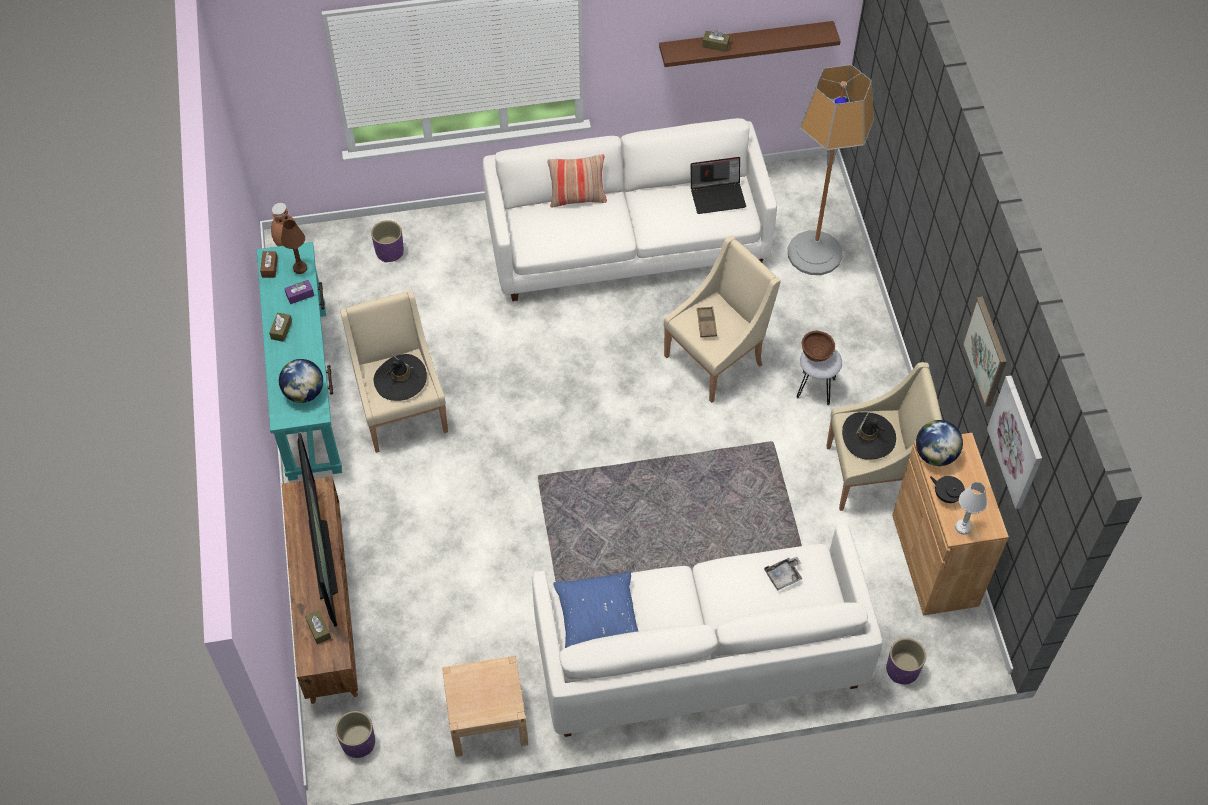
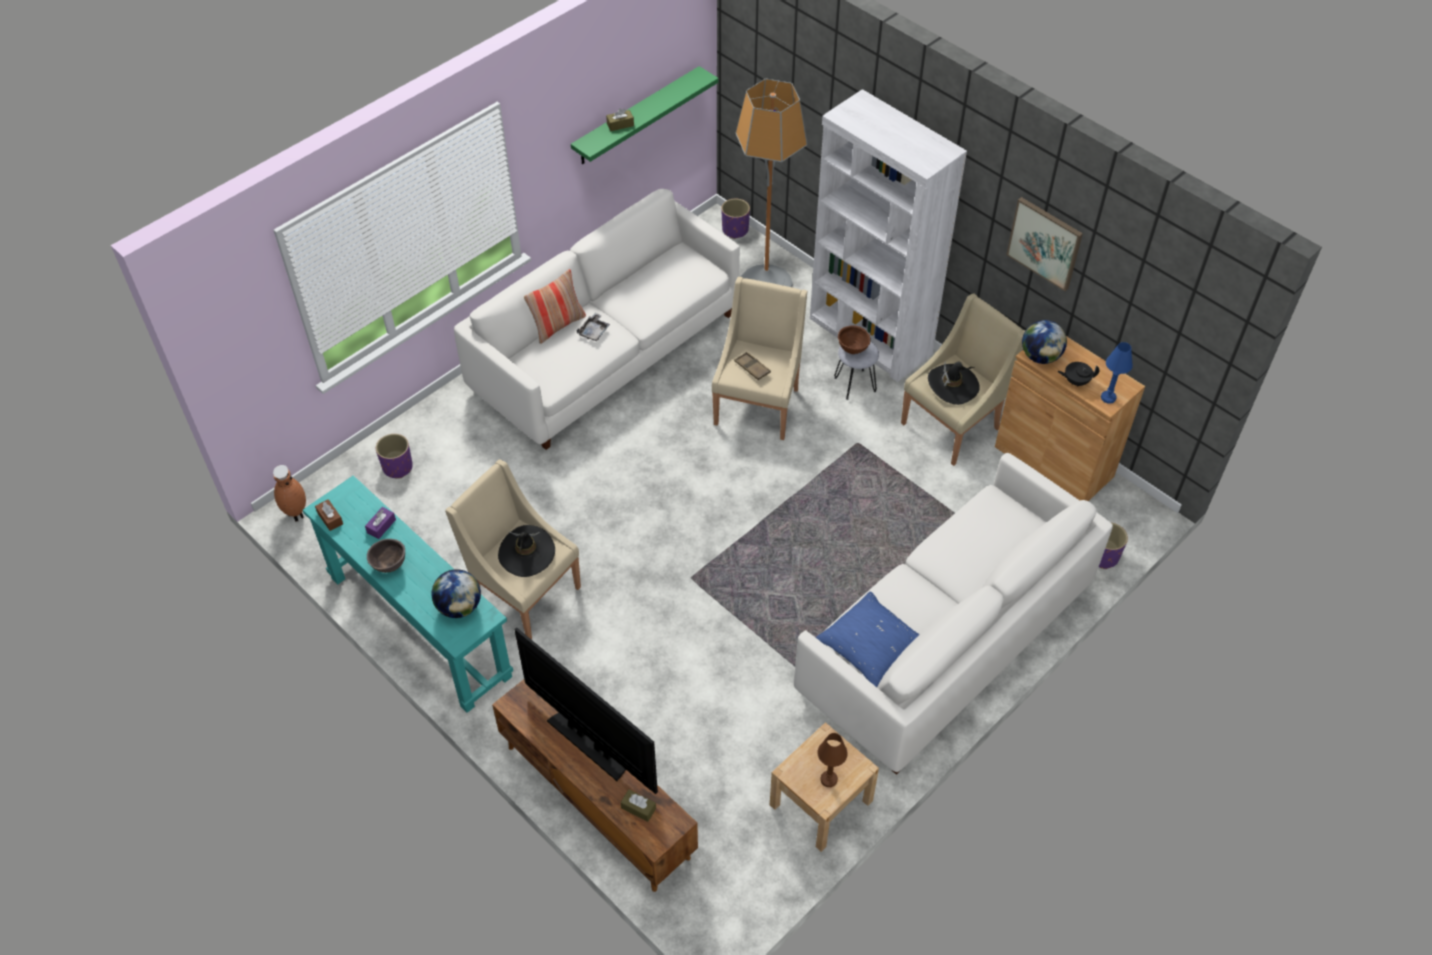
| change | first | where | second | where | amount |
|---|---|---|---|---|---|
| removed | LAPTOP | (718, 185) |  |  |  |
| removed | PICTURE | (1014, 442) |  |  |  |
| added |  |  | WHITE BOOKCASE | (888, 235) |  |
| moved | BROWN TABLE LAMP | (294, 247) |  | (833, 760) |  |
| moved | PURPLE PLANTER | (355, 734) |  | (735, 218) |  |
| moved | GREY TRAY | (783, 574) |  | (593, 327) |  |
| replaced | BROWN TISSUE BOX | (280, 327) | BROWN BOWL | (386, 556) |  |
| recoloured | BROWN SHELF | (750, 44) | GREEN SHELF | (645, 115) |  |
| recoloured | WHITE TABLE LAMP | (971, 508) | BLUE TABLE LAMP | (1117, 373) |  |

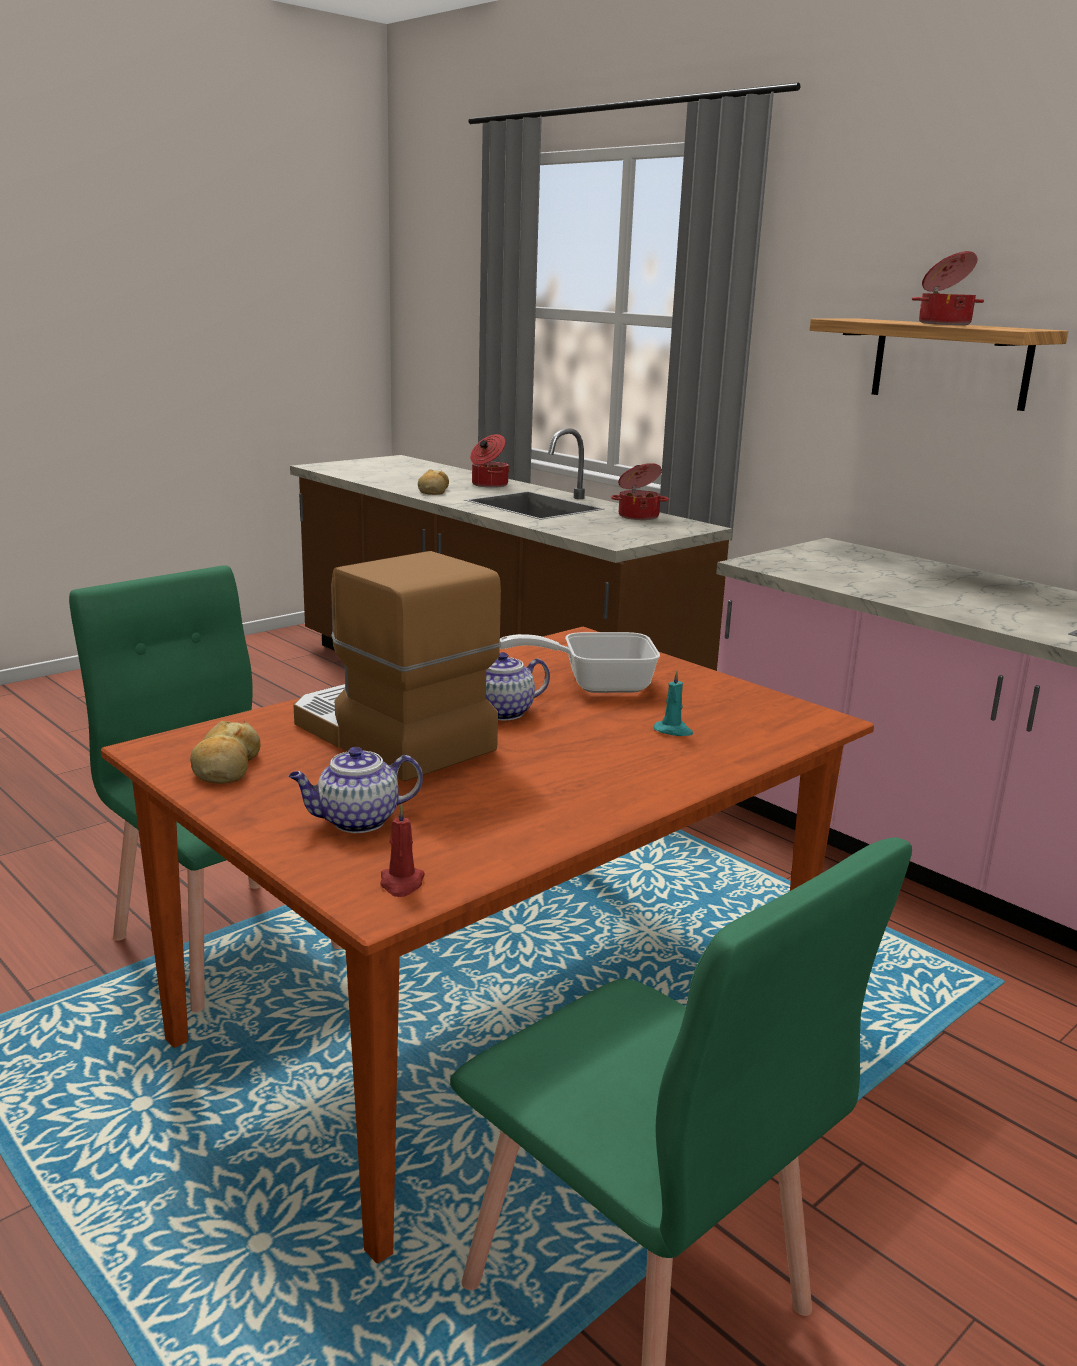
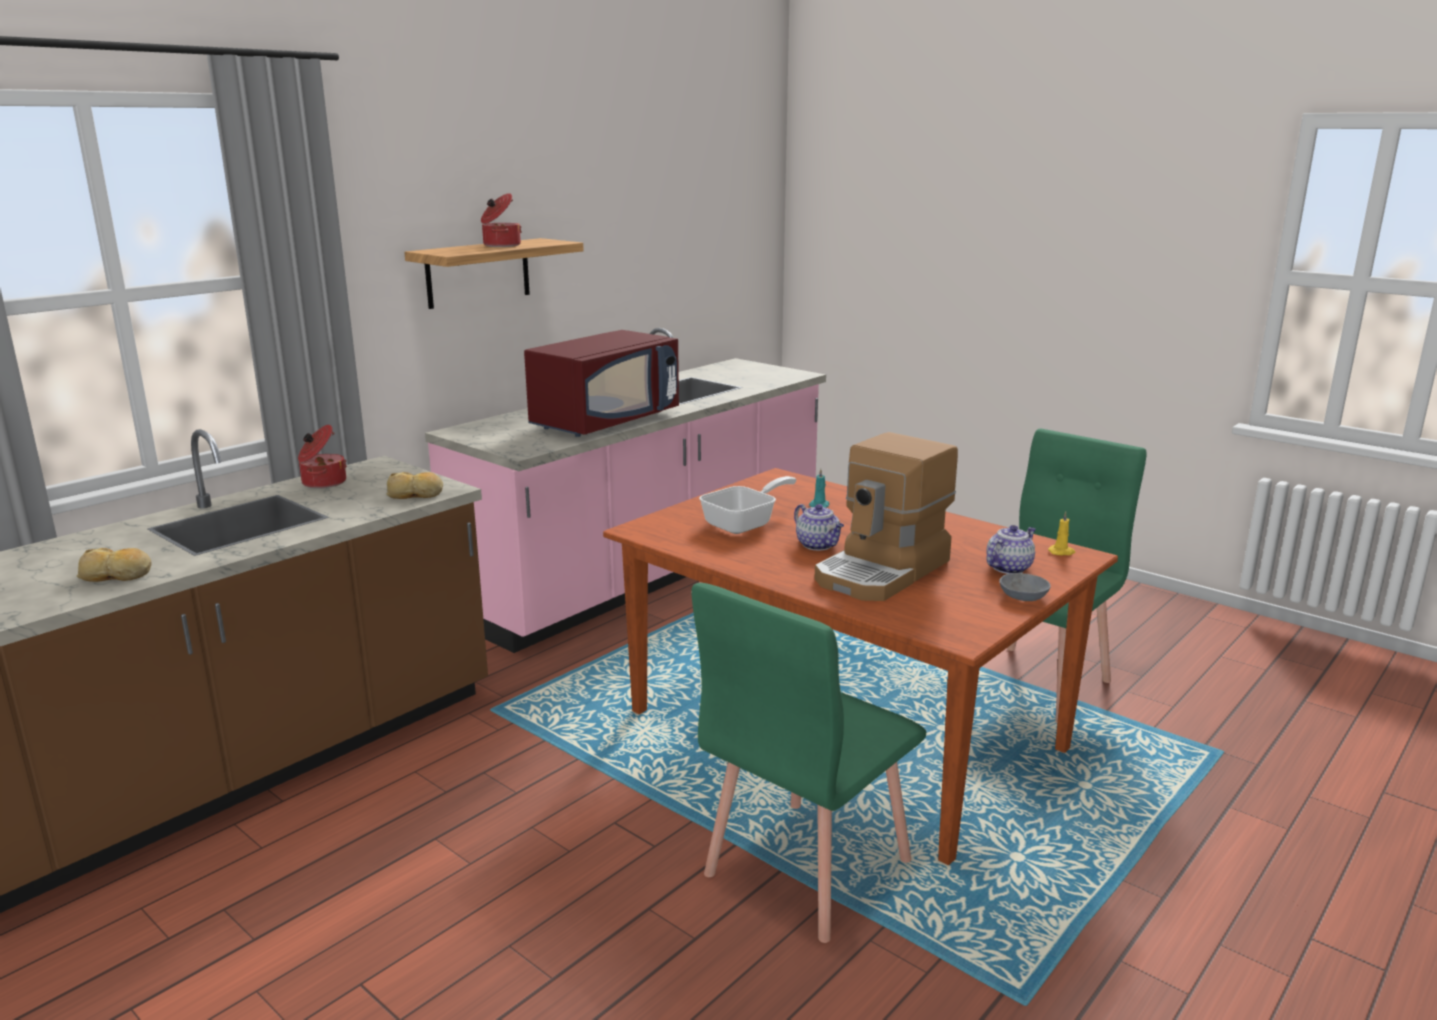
| change | first | where | second | where | amount |
|---|---|---|---|---|---|
| removed | COOKING POT | (489, 461) |  |  |  |
| added |  |  | RED MICROWAVE | (601, 383) |  |
| added |  |  | GREY BOWL | (1025, 587) |  |
| moved | BREAD | (225, 752) |  | (415, 485) |  |
| recoloured | RED CANDLE | (402, 850) | YELLOW CANDLE | (1062, 533) |  |
| turned | TEAPOT | (355, 790) |  | (1011, 549) | 105 degrees counterclockwise |
| turned | FRYING PAN | (580, 662) |  | (748, 505) | 120 degrees counterclockwise |

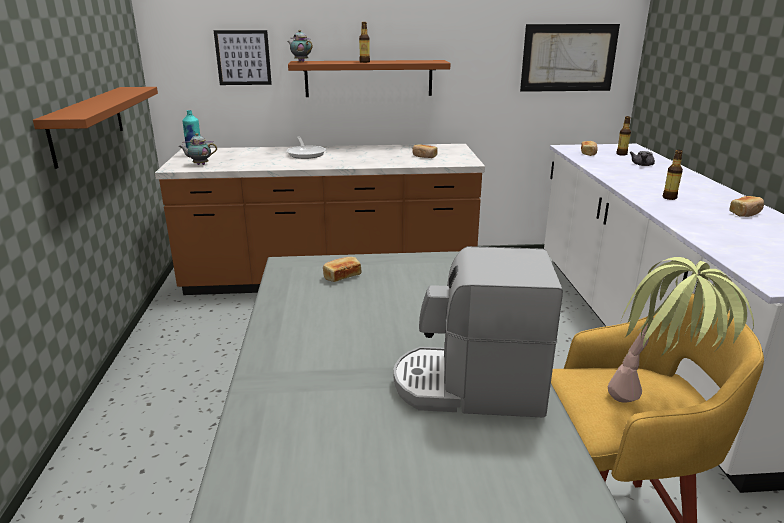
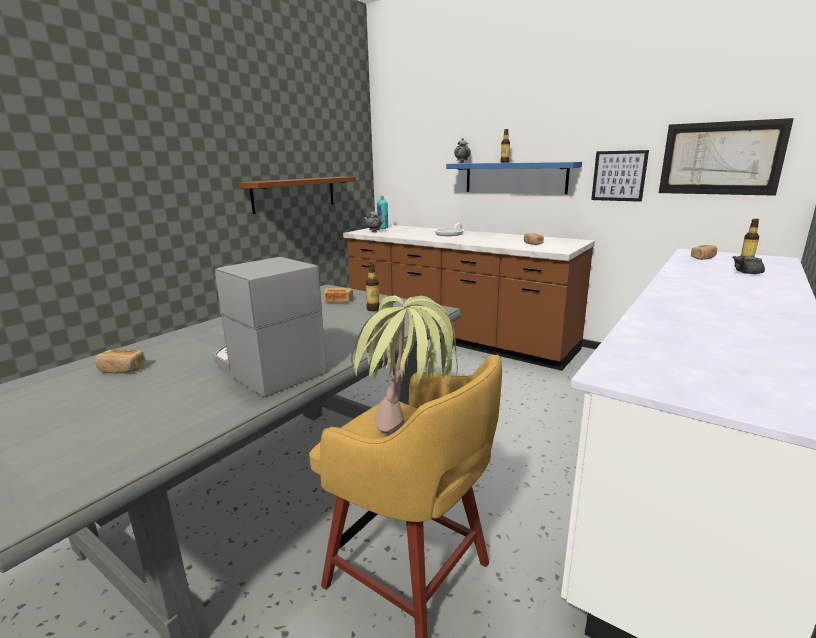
| change | first | where | second | where | amount |
|---|---|---|---|---|---|
| moved | PICTURE | (243, 57) |  | (620, 176) |  |
| moved | BOTTLE | (673, 175) |  | (373, 287) |  |
| moved | BREAD | (746, 206) |  | (120, 361) |  |
| recoloured | BROWN SHELF | (369, 78) | BLUE SHELF | (514, 178) |  |

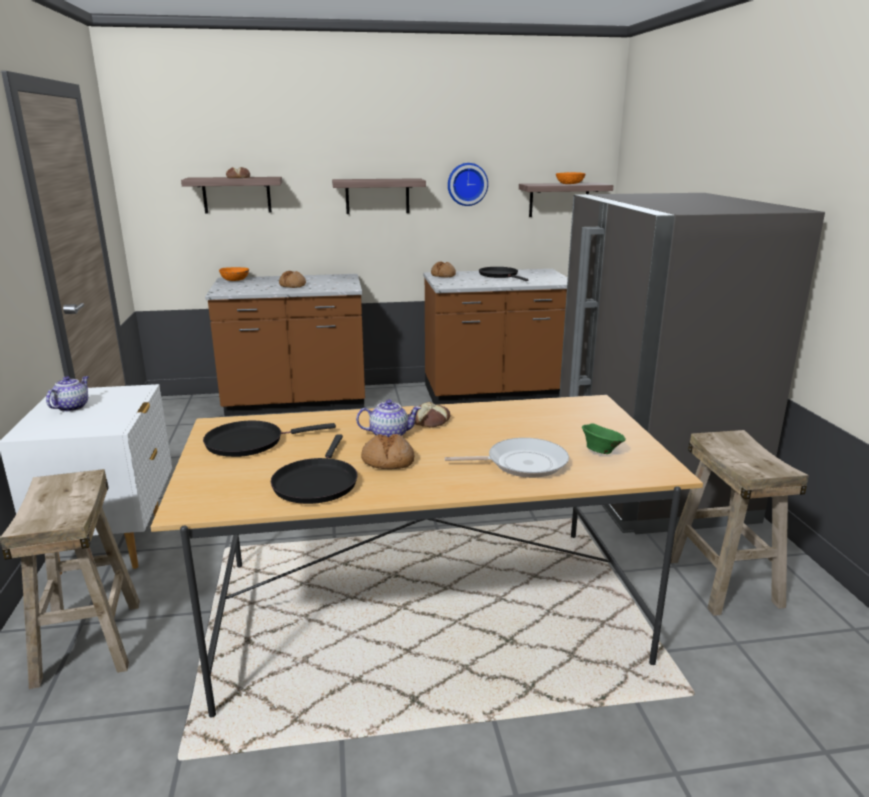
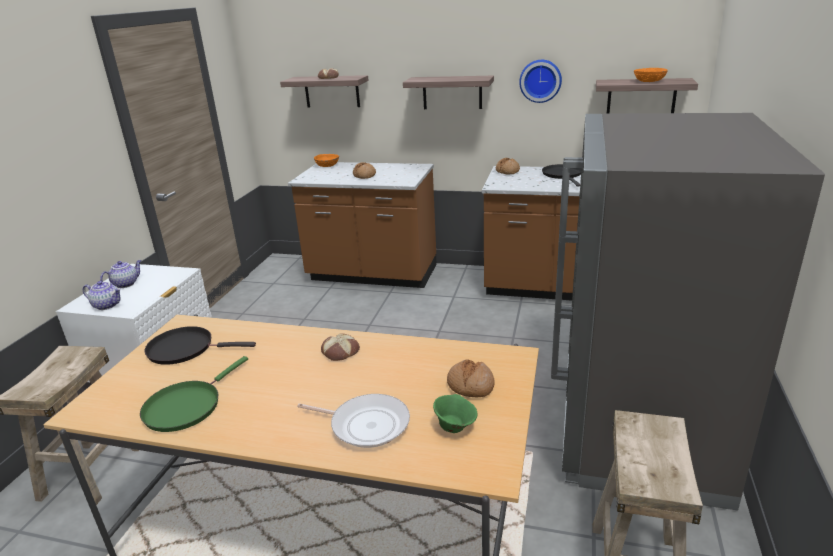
| change | first | where | second | where | amount |
|---|---|---|---|---|---|
| moved | TEAPOT | (388, 418) |  | (102, 295) |  |
| moved | BREAD | (388, 451) |  | (471, 378) |  |
| recoloured | BLACK FRYING PAN | (314, 469) | GREEN FRYING PAN | (194, 394) |  |

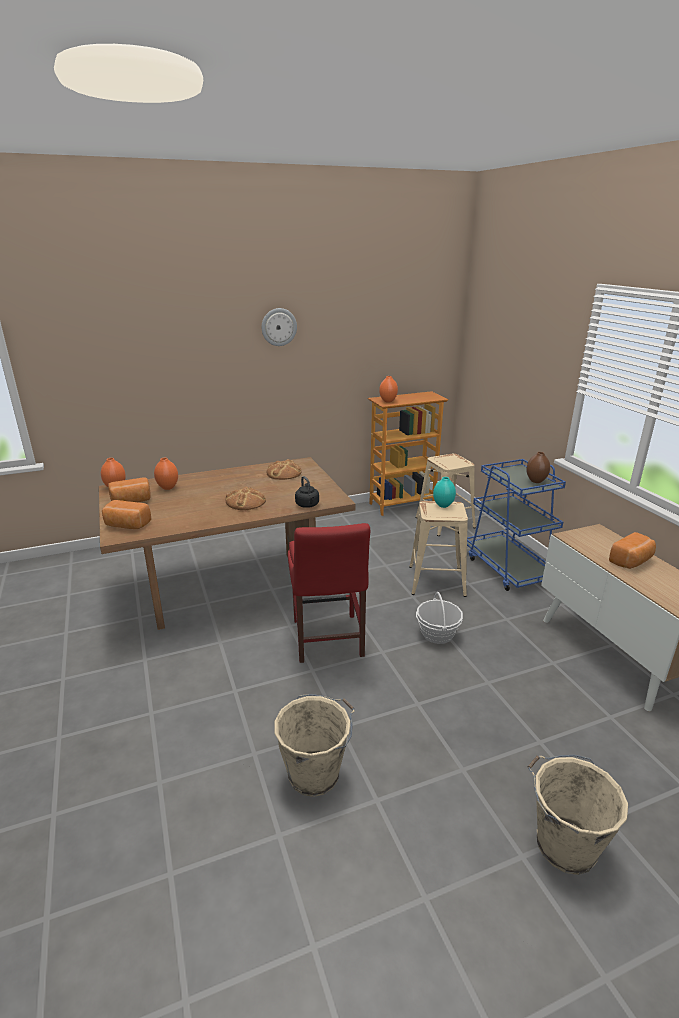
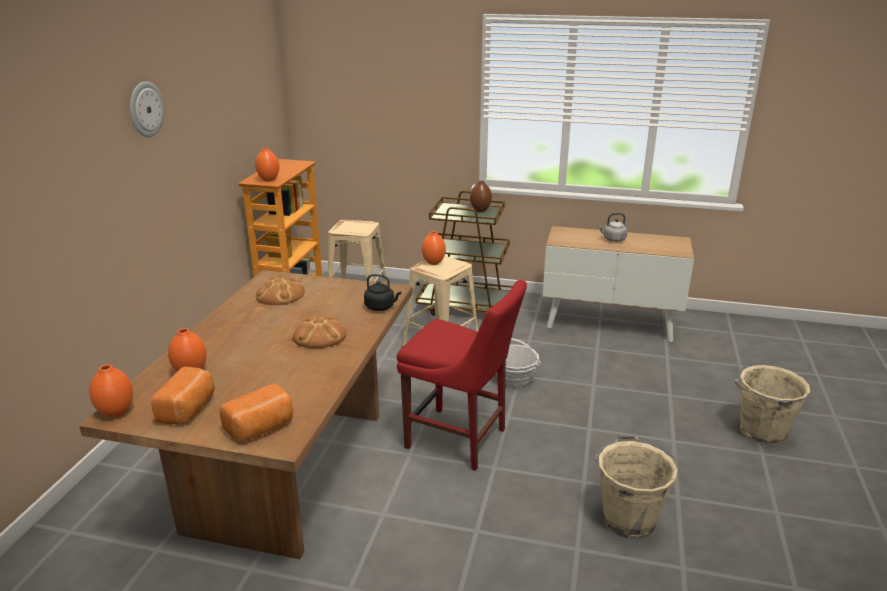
| change | first | where | second | where | amount |
|---|---|---|---|---|---|
| replaced | BREAD | (632, 550) | GREY KETTLE | (612, 227) |  |
| recoloured | TURQUOISE VASE | (444, 492) | ORANGE VASE | (434, 248) |  |
| recoloured | BLUE CART | (516, 525) | BROWN CART | (464, 253) |  |

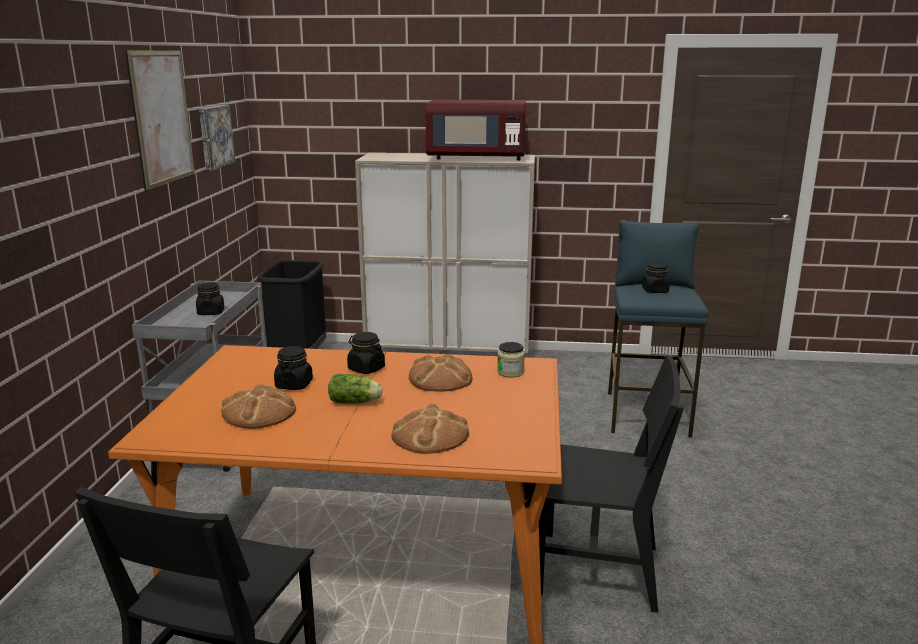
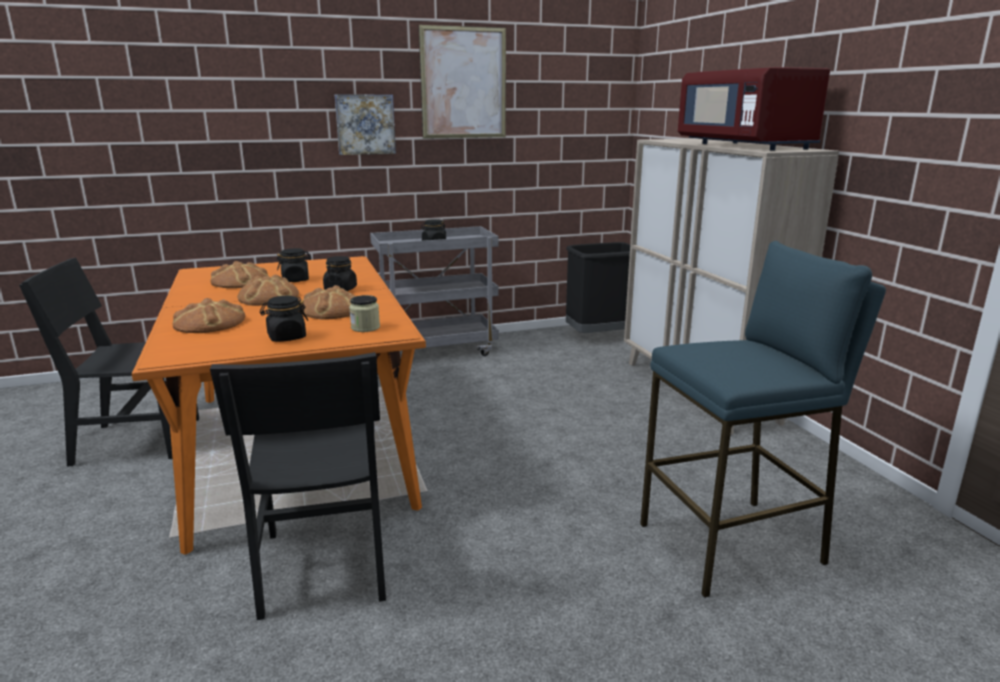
| change | first | where | second | where | amount |
|---|---|---|---|---|---|
| moved | PICTURE | (217, 137) |  | (365, 124) |  |
| moved | BLACK JAR | (656, 278) |  | (284, 319) |  |
| replaced | LETTUCE | (355, 389) | BREAD | (268, 290) |  |

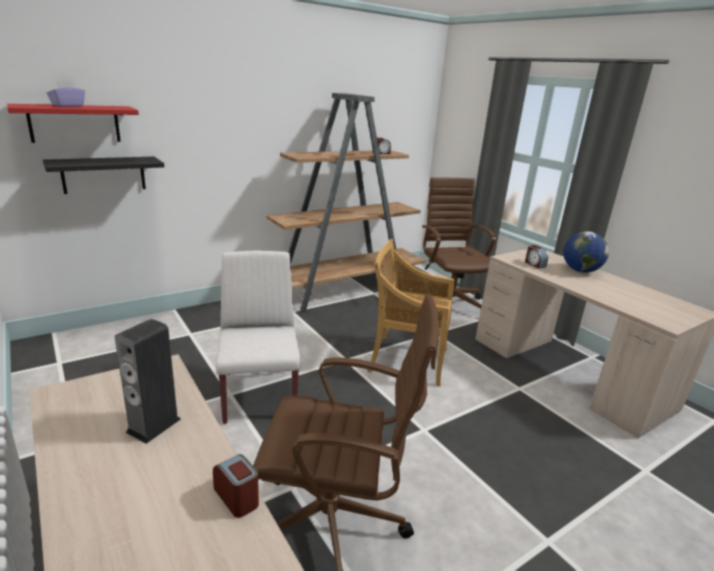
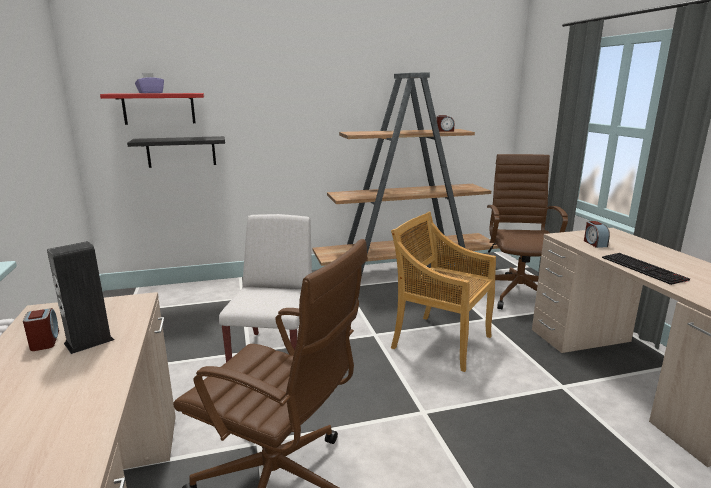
| change | first | where | second | where | amount |
|---|---|---|---|---|---|
| removed | GLOBE | (586, 252) |  |  |  |
| added |  |  | KEYBOARD | (646, 269) |  |
| moved | ALARM CLOCK | (236, 486) |  | (41, 329) |  |

